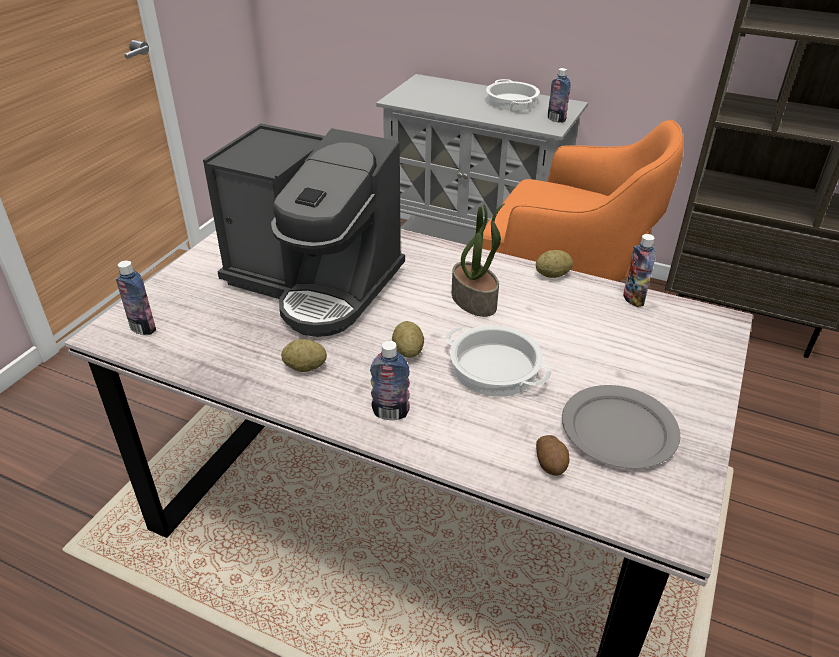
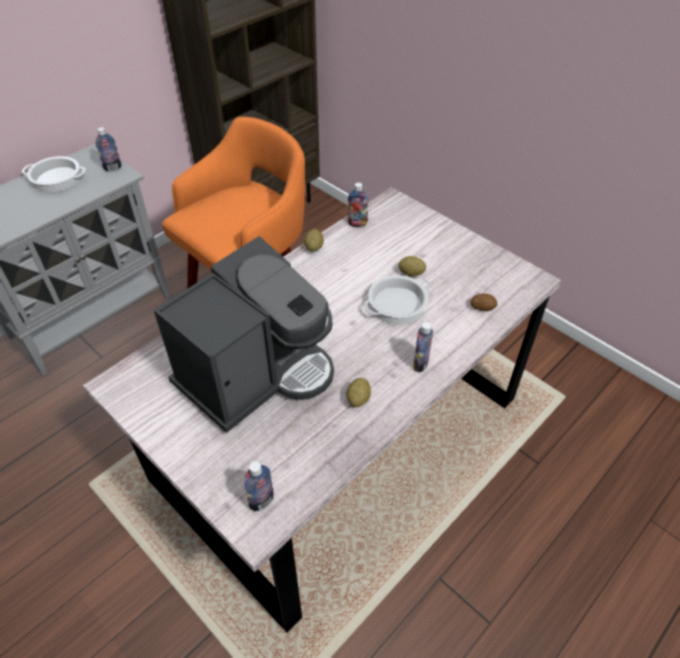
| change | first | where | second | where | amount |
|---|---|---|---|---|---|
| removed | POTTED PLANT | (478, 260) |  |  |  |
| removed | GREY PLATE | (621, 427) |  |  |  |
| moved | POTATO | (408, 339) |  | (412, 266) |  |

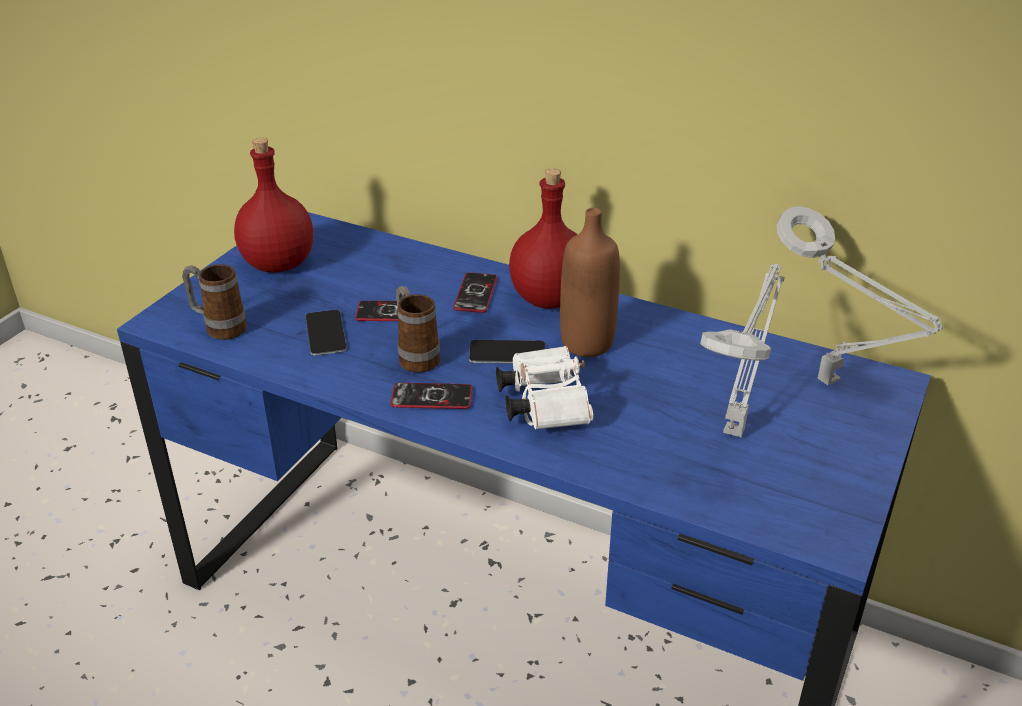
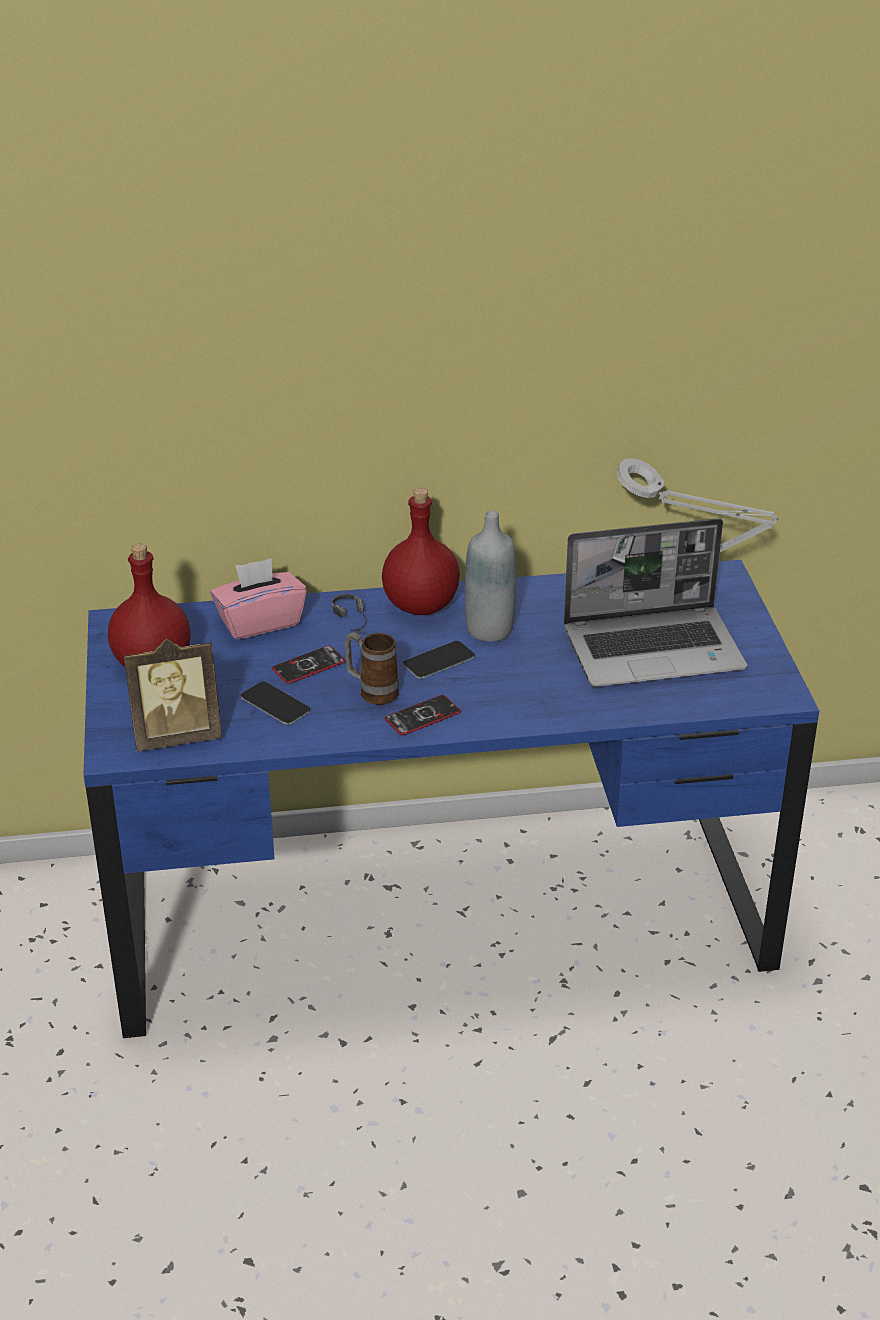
| change | first | where | second | where | amount |
|---|---|---|---|---|---|
| removed | WHITE BINOCULARS | (544, 388) |  |  |  |
| added |  |  | PINK TISSUE BOX | (258, 599) |  |
| replaced | MUG | (214, 302) | PICTURE FRAME | (173, 695) |  |
| replaced | PHONE | (475, 292) | HEADPHONES | (349, 614) |  |
| replaced | GREY TABLE LAMP | (743, 350) | LAPTOP | (655, 602) |  |
| recoloured | BROWN BOTTLE | (590, 282) | GREY BOTTLE | (490, 576) |  |

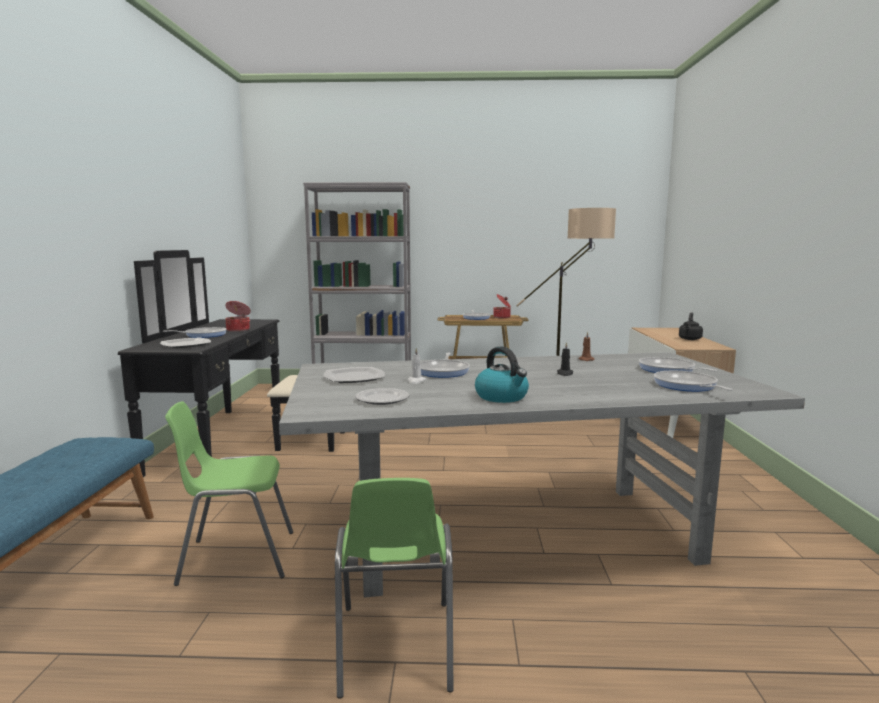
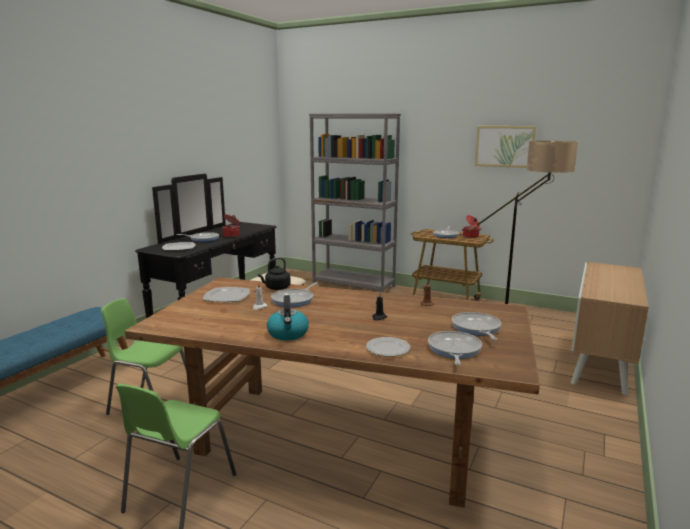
| change | first | where | second | where | amount |
|---|---|---|---|---|---|
| added |  |  | PICTURE | (505, 147) |  |
| moved | PLATE | (382, 396) |  | (388, 347) |  |
| moved | BLACK KETTLE | (691, 326) |  | (274, 273) |  |
| recoloured | GREY DINING TABLE | (542, 475) | BROWN DINING TABLE | (332, 392) |  |

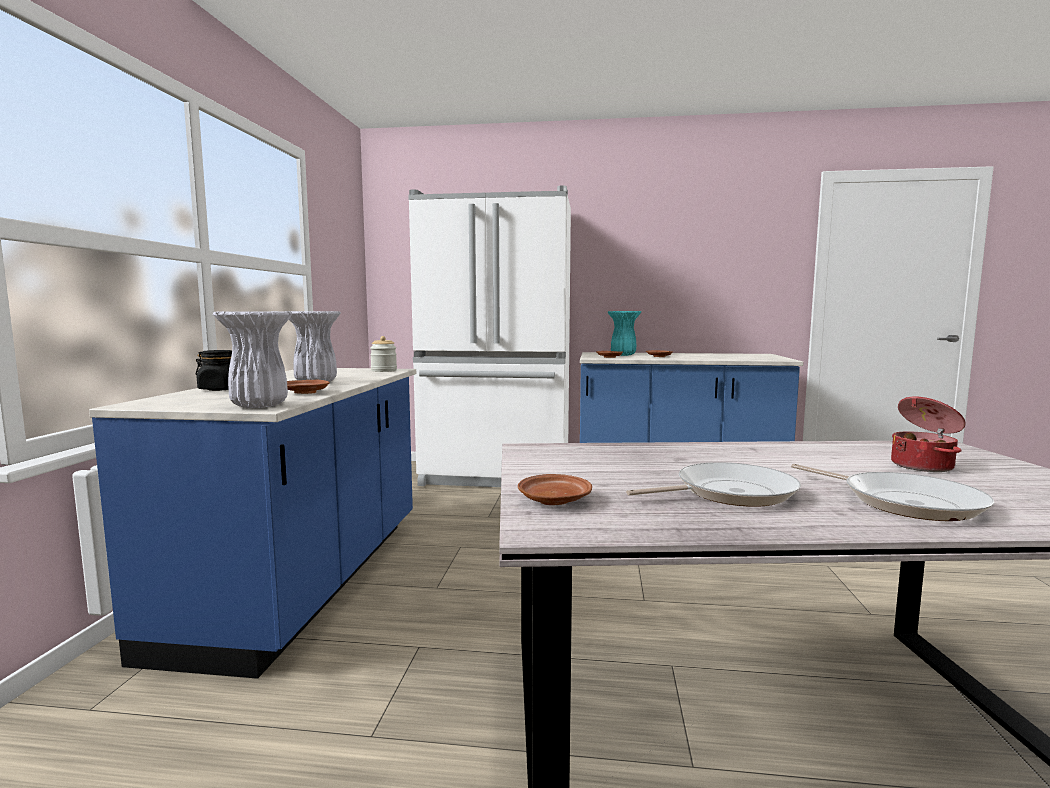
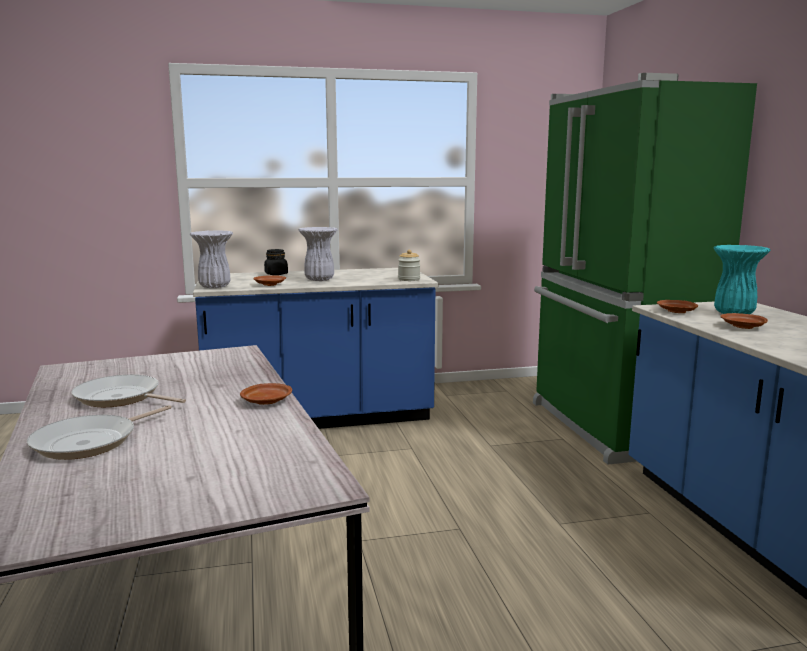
| change | first | where | second | where | amount |
|---|---|---|---|---|---|
| removed | COOKING POT | (928, 434) |  |  |  |
| moved | BROWN PLATE | (555, 489) |  | (266, 394) |  |
| recoloured | WHITE FRIDGE | (489, 336) | GREEN FRIDGE | (645, 269) |  |
| turned | FRYING PAN | (713, 484) |  | (129, 391) | 150 degrees clockwise |

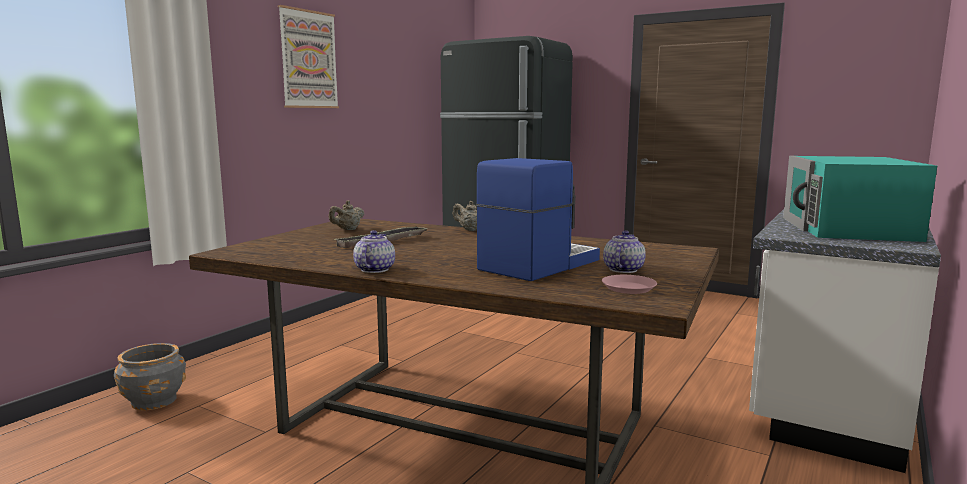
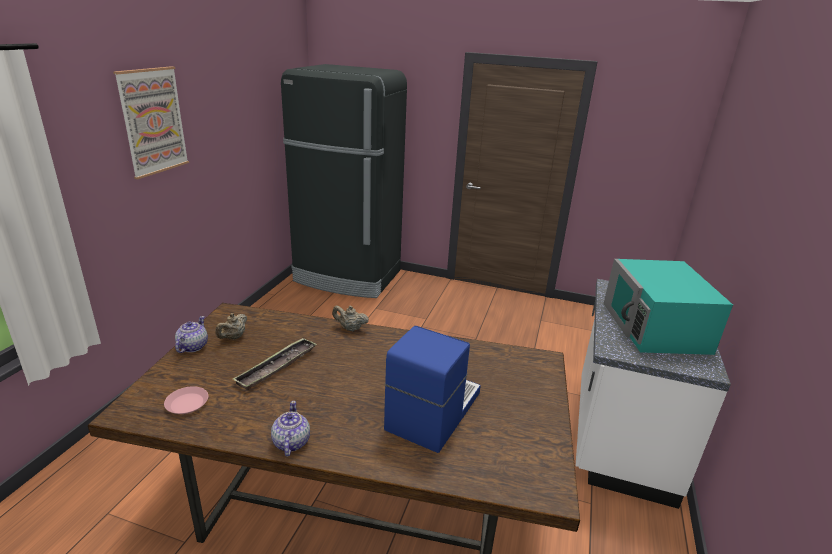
| change | first | where | second | where | amount |
|---|---|---|---|---|---|
| removed | GREY PLANTER | (150, 376) |  |  |  |
| moved | PINK PLATE | (629, 284) |  | (186, 400) |  |
| moved | TEAPOT | (624, 251) |  | (191, 334) |  |

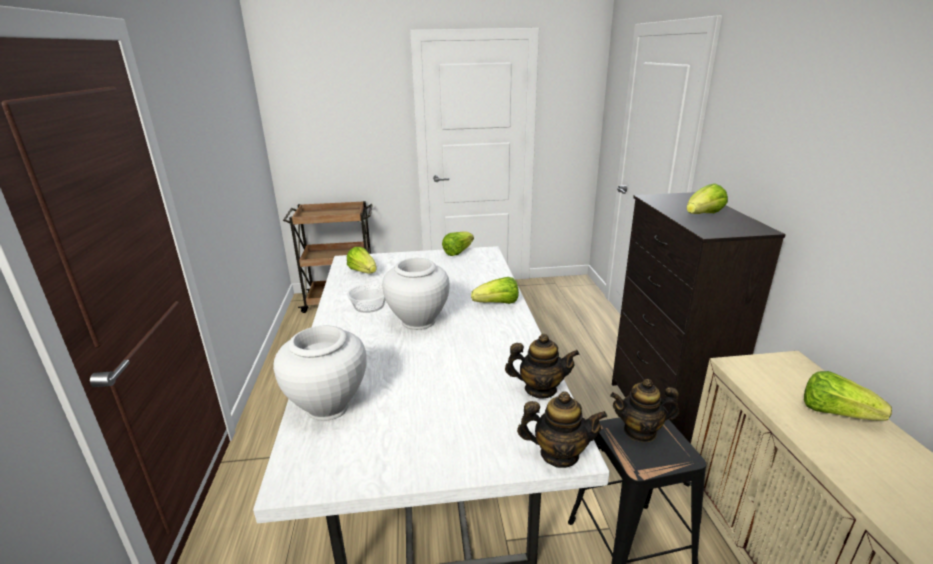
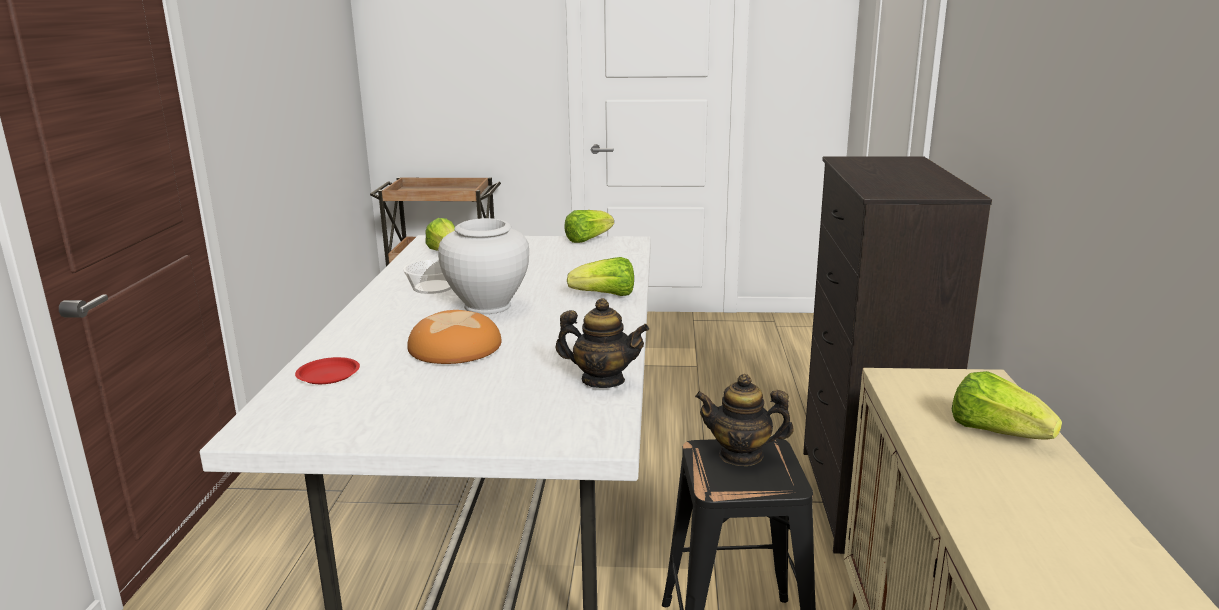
| change | first | where | second | where | amount |
|---|---|---|---|---|---|
| removed | TEAPOT | (562, 429) |  |  |  |
| removed | LETTUCE | (707, 198) |  |  |  |
| added |  |  | BREAD | (454, 337) |  |
| replaced | WHITE VASE | (319, 373) | RED PLATE | (327, 370) |  |

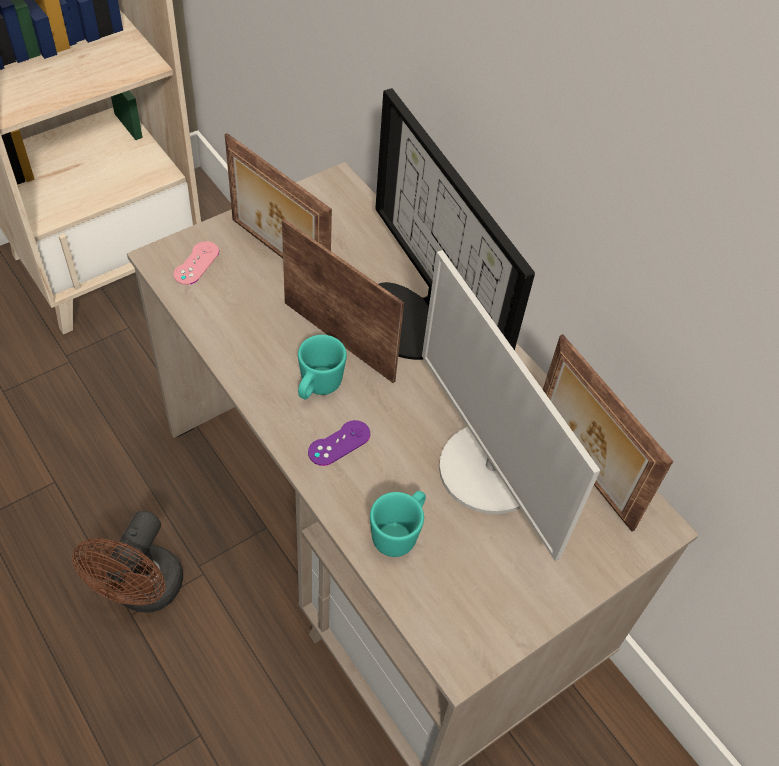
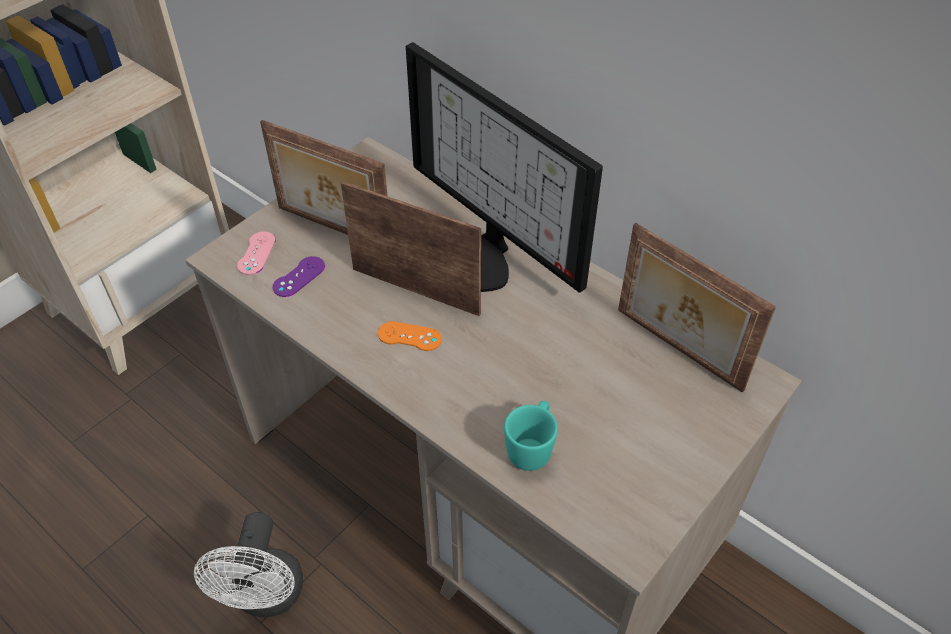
| change | first | where | second | where | amount |
|---|---|---|---|---|---|
| removed | MONITOR | (511, 405) |  |  |  |
| moved | PURPLE GAME CONTROLLER | (339, 443) |  | (298, 276) |  |
| replaced | TURQUOISE MUG | (322, 367) | ORANGE GAME CONTROLLER | (410, 336) |  |
| recoloured | BROWN FAN | (127, 562) | WHITE FAN | (248, 564) |  |

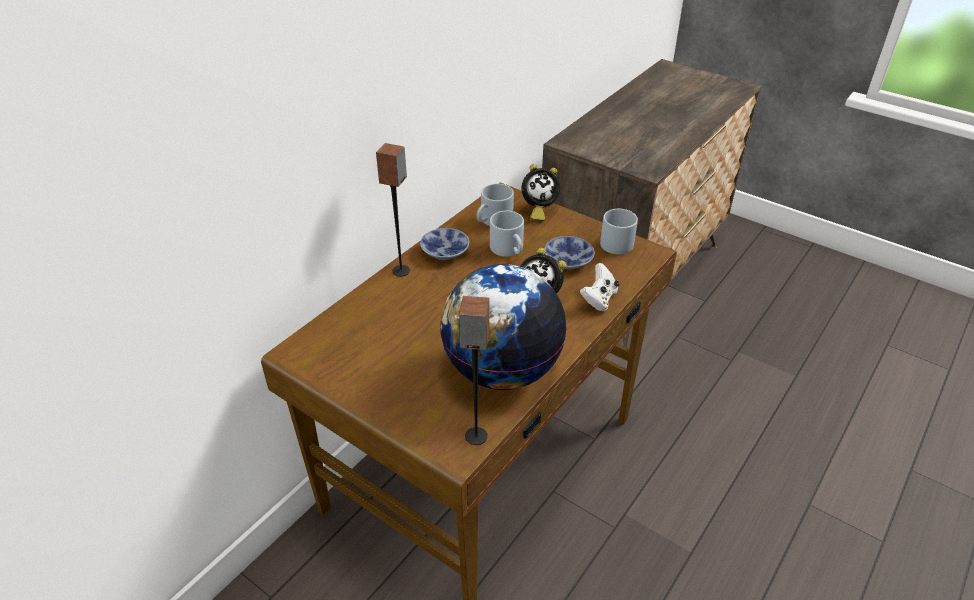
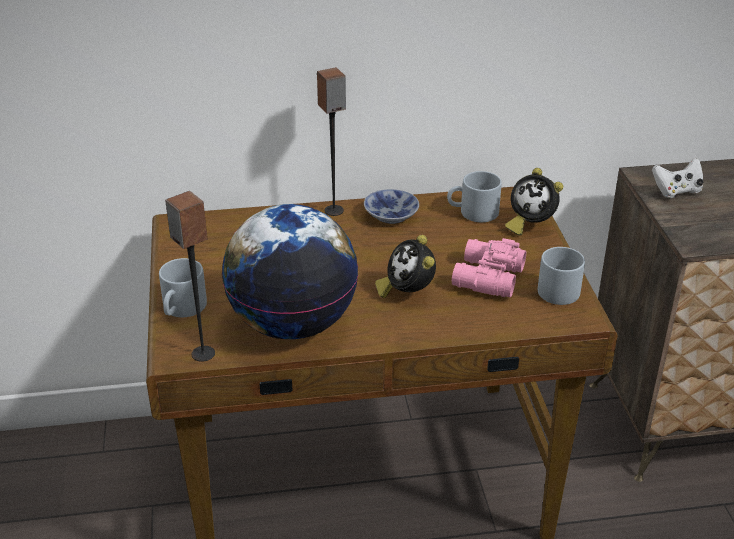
| change | first | where | second | where | amount |
|---|---|---|---|---|---|
| moved | GREY MUG | (507, 234) |  | (183, 287) |  |
| moved | WHITE GAME CONTROLLER | (599, 287) |  | (678, 178) |  |
| replaced | BOWL | (570, 253) | PINK BINOCULARS | (489, 268) |  |

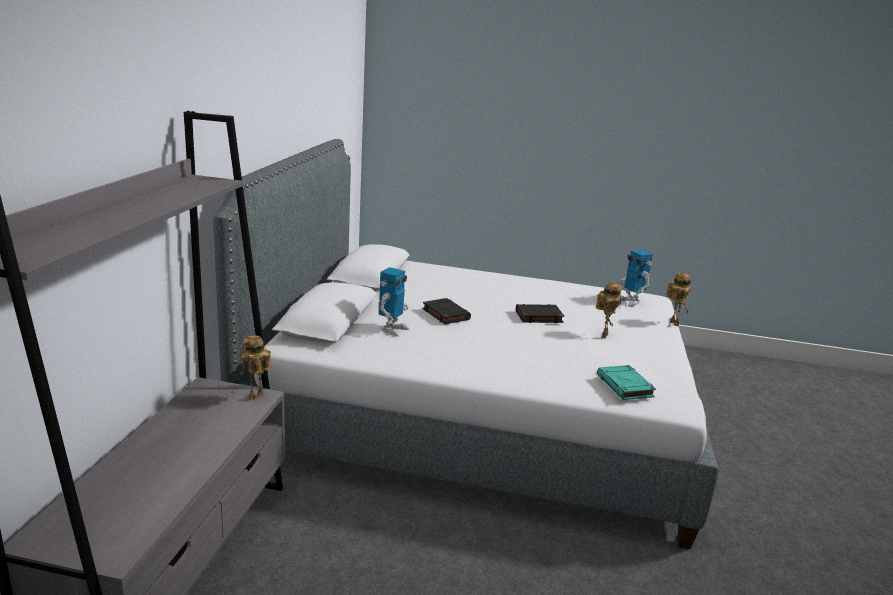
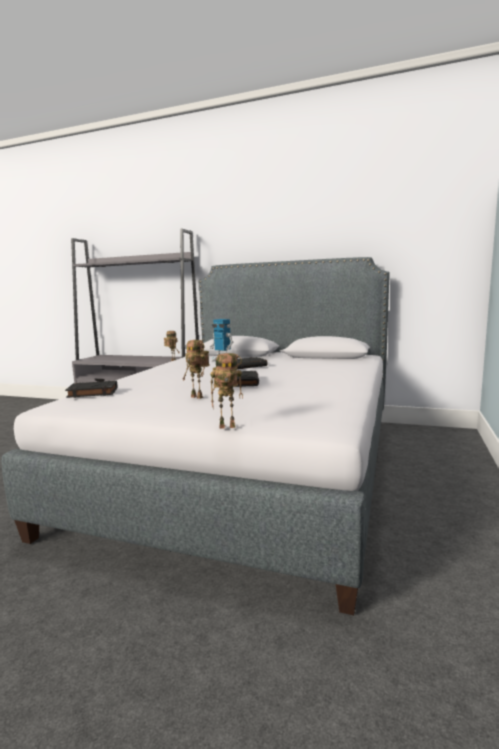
| change | first | where | second | where | amount |
|---|---|---|---|---|---|
| removed | TOY ROBOT | (636, 278) |  |  |  |
| recoloured | TURQUOISE BOOK | (626, 382) | BLACK BOOK | (91, 389) |  |

